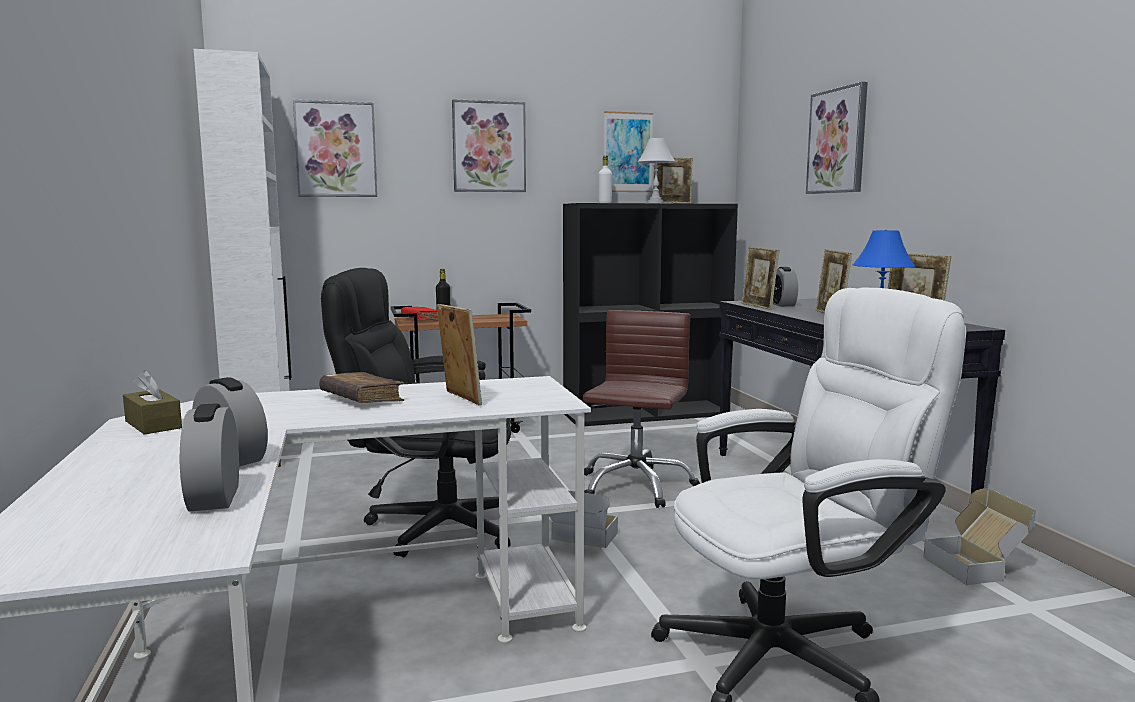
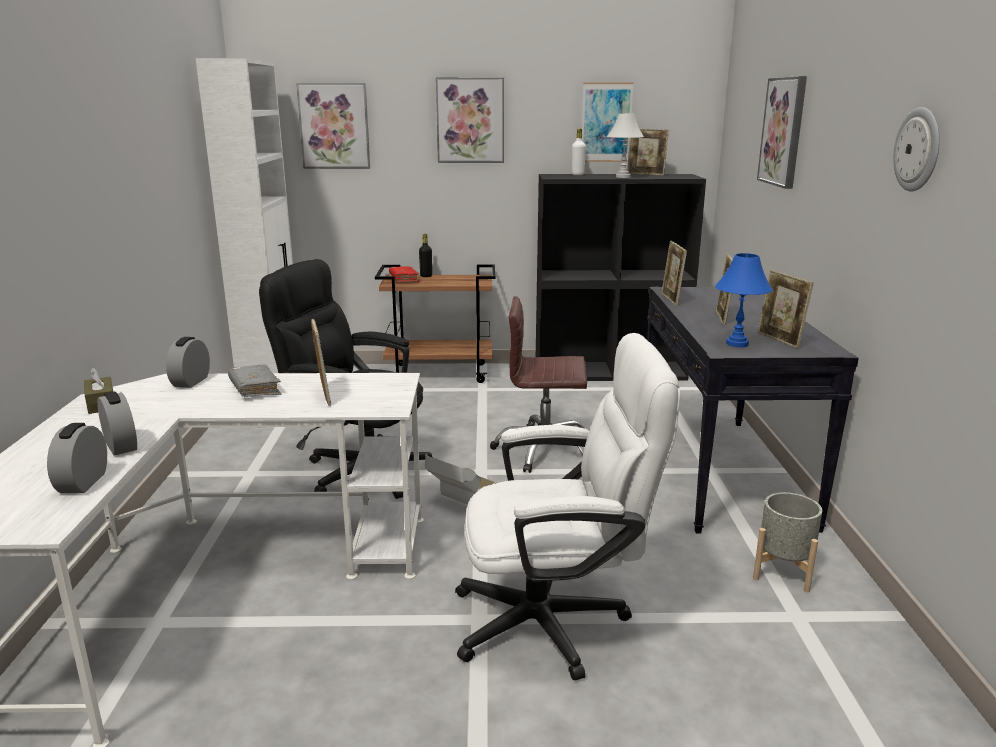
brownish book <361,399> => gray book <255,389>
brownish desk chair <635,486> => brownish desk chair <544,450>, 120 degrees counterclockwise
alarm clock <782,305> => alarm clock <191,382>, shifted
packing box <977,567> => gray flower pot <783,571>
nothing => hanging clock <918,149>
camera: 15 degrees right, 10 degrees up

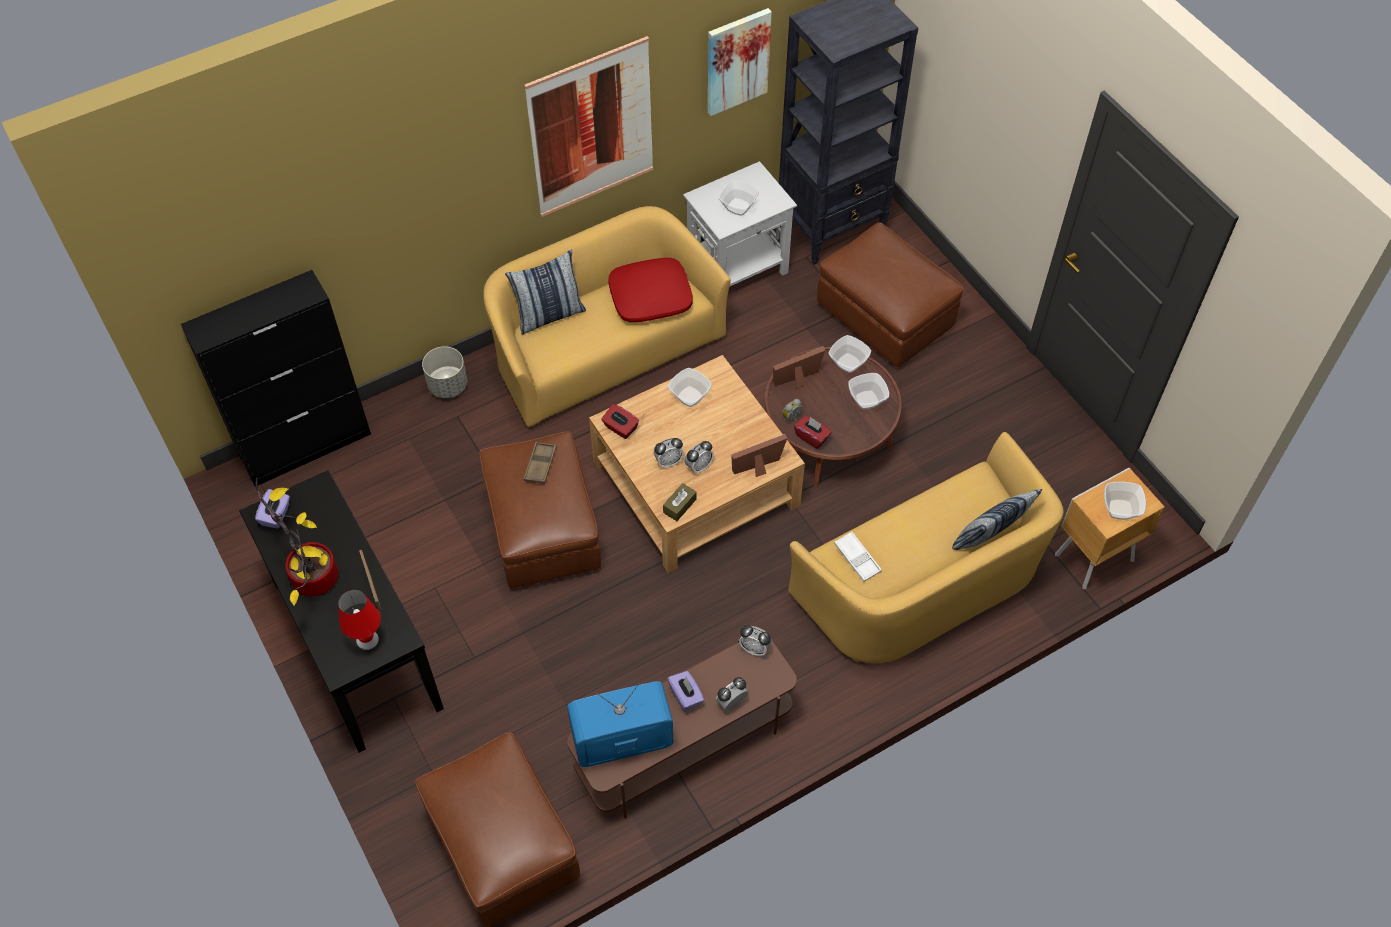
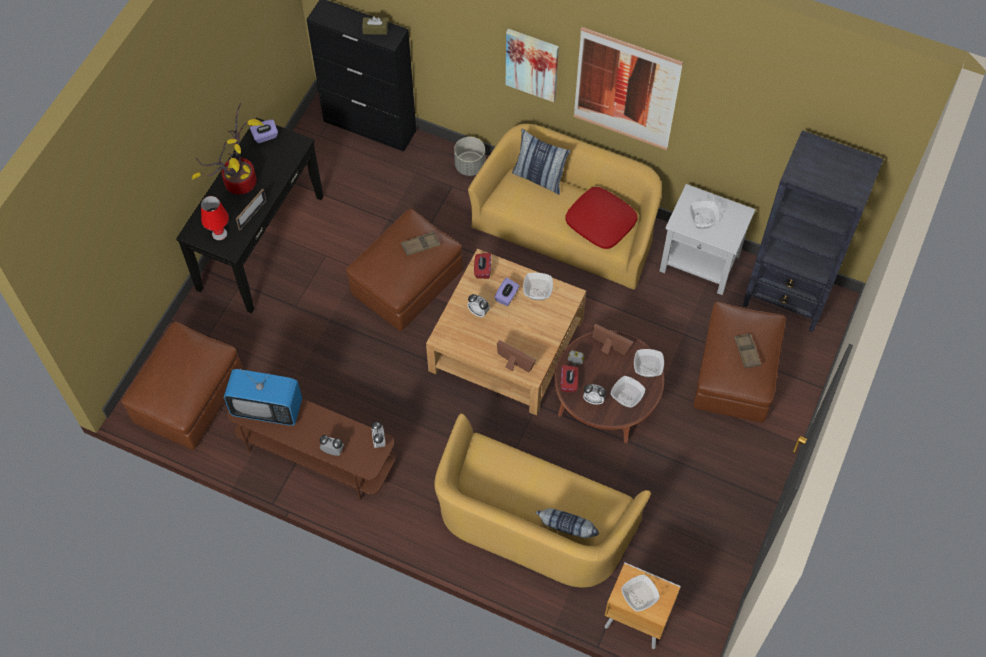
television <622,740> => television <267,408>, 150 degrees clockwise
brownish box of tissues <679,506> => brownish box of tissues <375,29>, shifted
purple-coloured box of tissues <686,696> => purple-coloured box of tissues <507,296>, shifted
alarm clock <699,466> => alarm clock <593,399>, shifted
wall picture <737,61> => wall picture <532,64>, shifted
white-coloured carrying tray <857,559> => nothing
nothing => brownish carrying tray <747,352>
camera: 55 degrees right, 5 degrees up

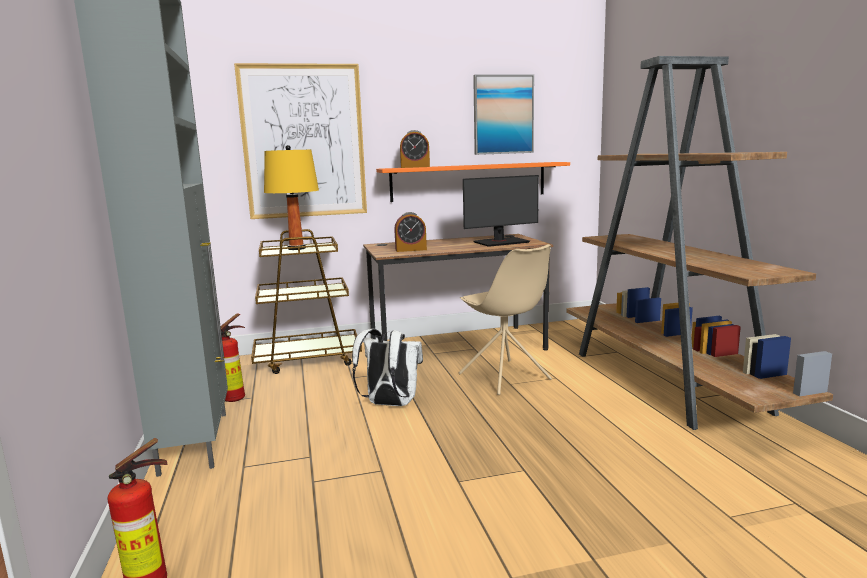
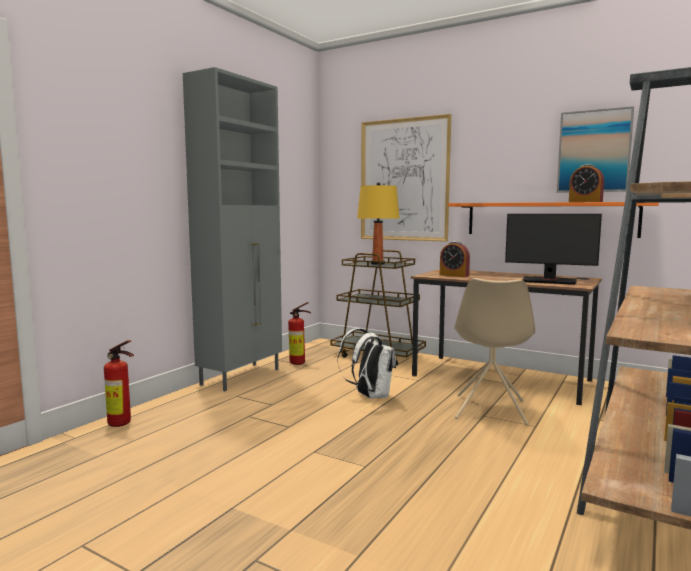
alarm clock <415,167> => alarm clock <585,202>, shifted
camera: 45 degrees right, 5 degrees down

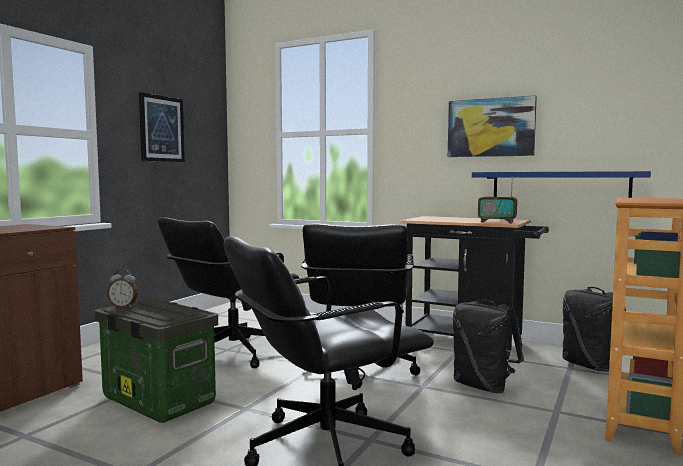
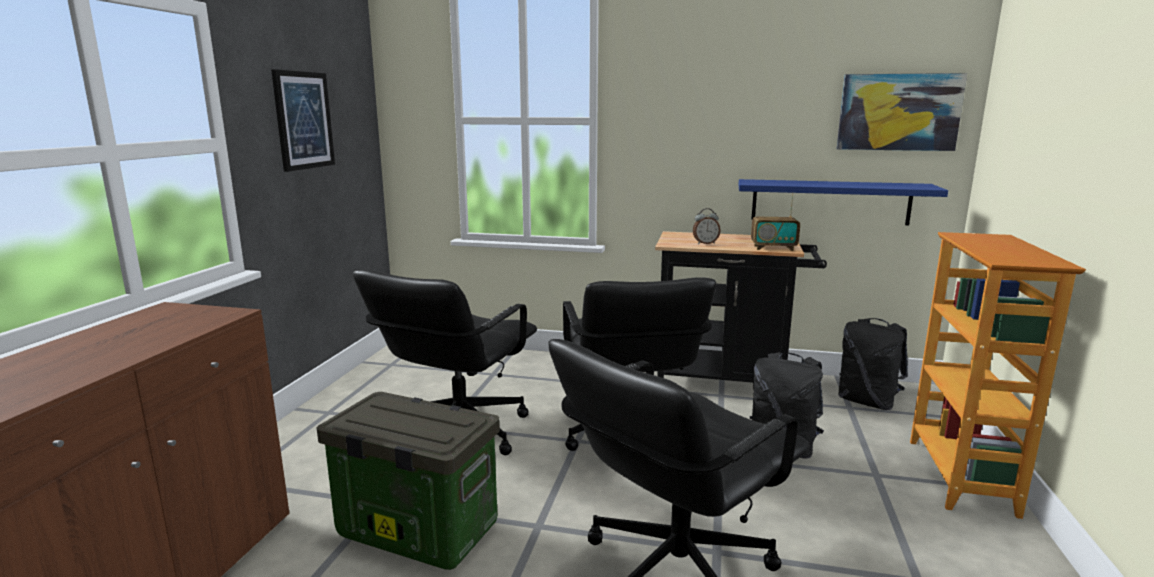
alarm clock <123,306> => alarm clock <705,243>, shifted
wall picture <490,127> => wall picture <898,112>, shifted
camera: 15 degrees left, 10 degrees up

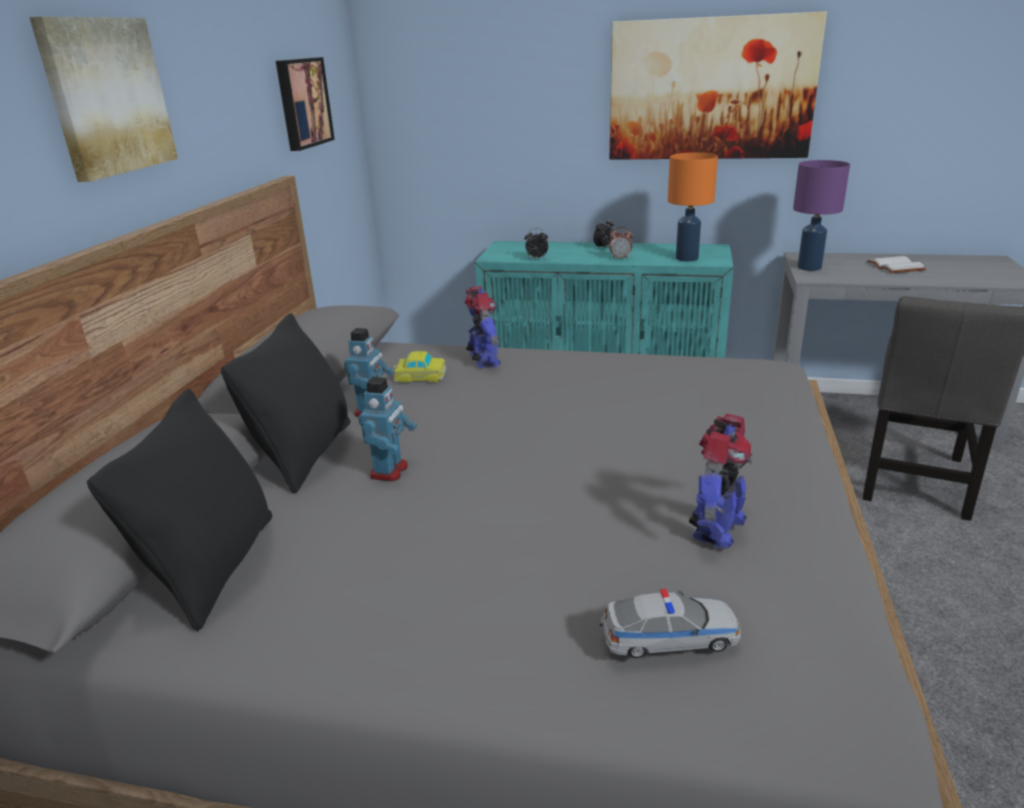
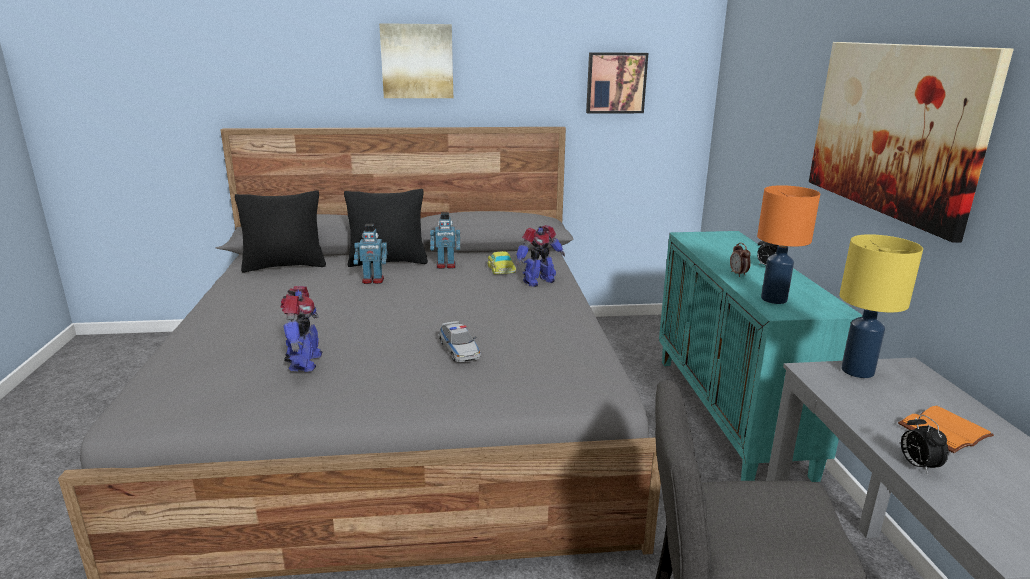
alarm clock <536,259> => alarm clock <917,465>, shifted
miniature car <669,637> => miniature car <459,350>, shifted
toy robot <716,529> => toy robot <304,362>, 105 degrees counterclockwise
purple-coloured lamp for a table <810,268> => yellow lamp for a table <857,371>
white-coloured book <893,267> => orange book <943,430>
camera: 70 degrees right, 5 degrees down

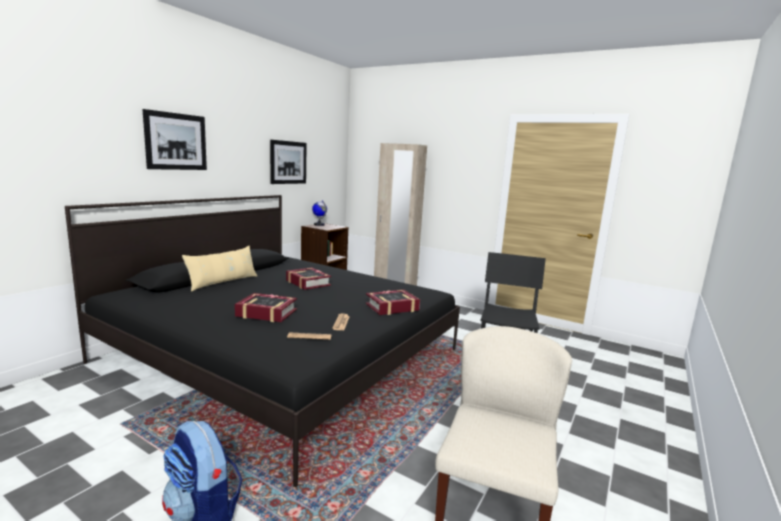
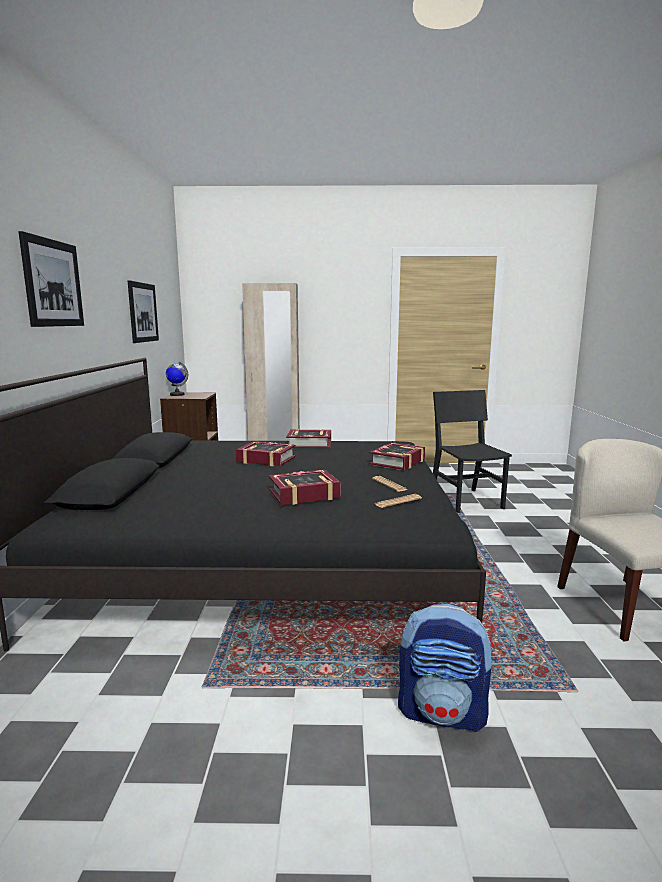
beige throw pillow <223,282> => nothing
nothing => book <309,444>
camera: 30 degrees left, 0 degrees up

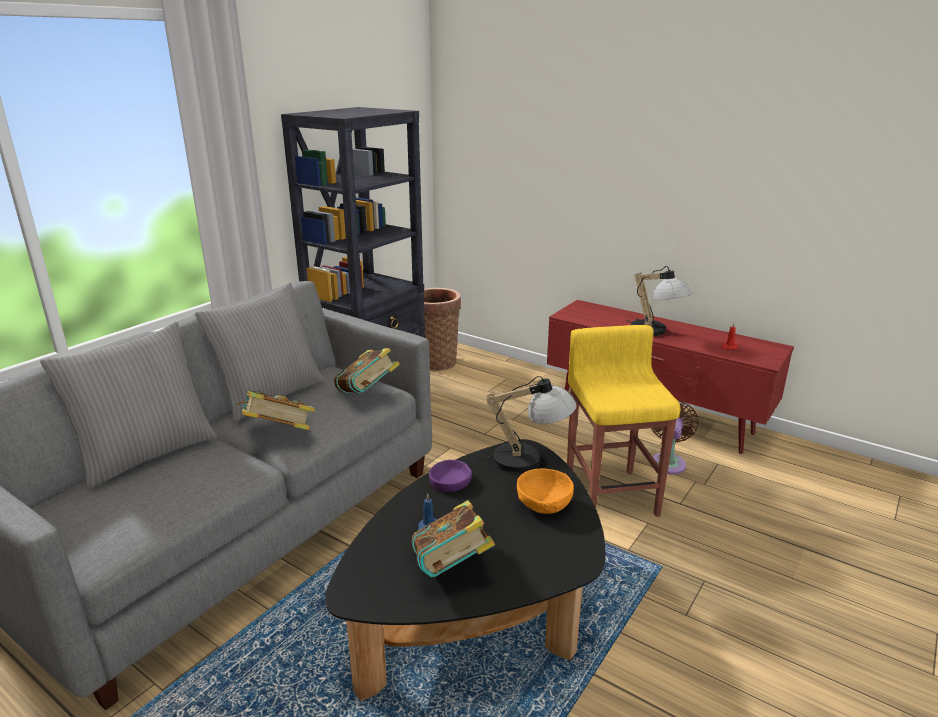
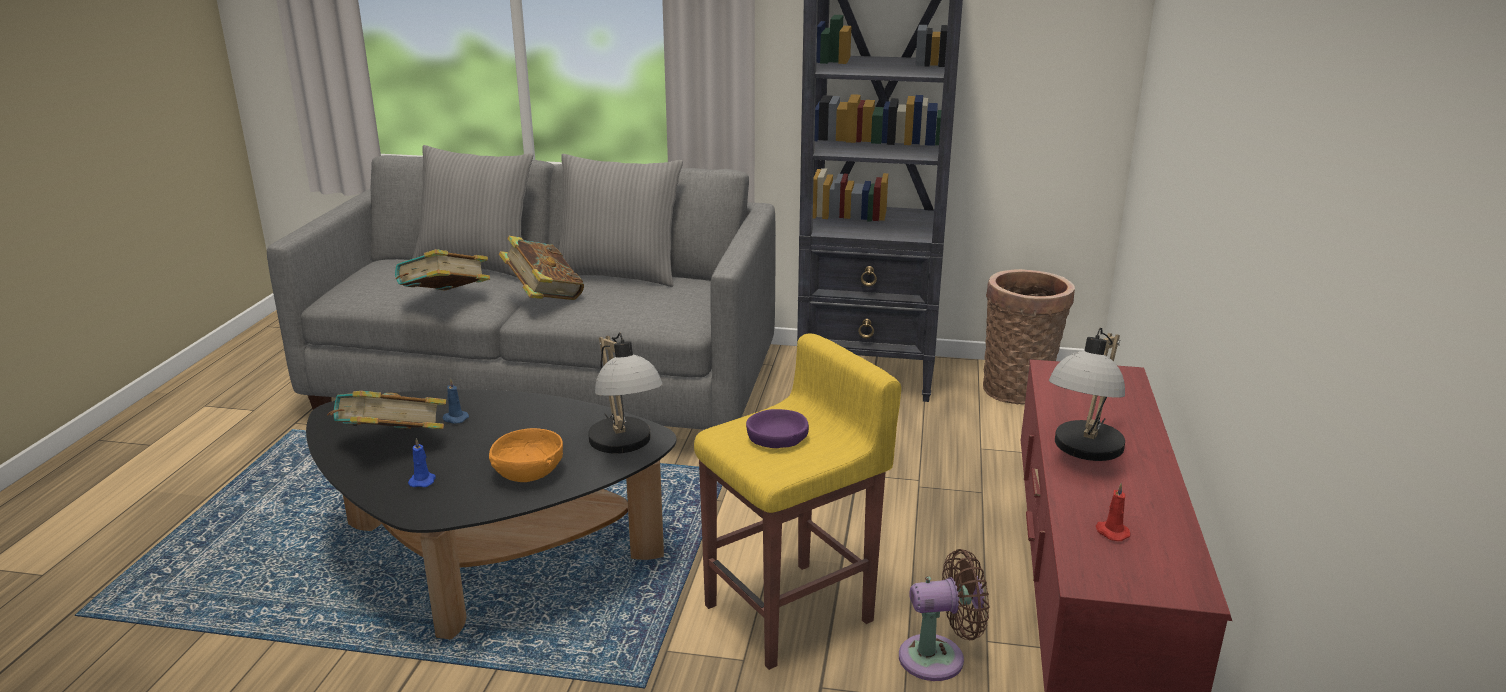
book <367,394> => book <445,300>, shifted
purple-coloured deep dish <450,481> => purple-coloured deep dish <777,437>, shifted
nothing => blue-coloured wax candle <423,481>
camera: 65 degrees right, 0 degrees up

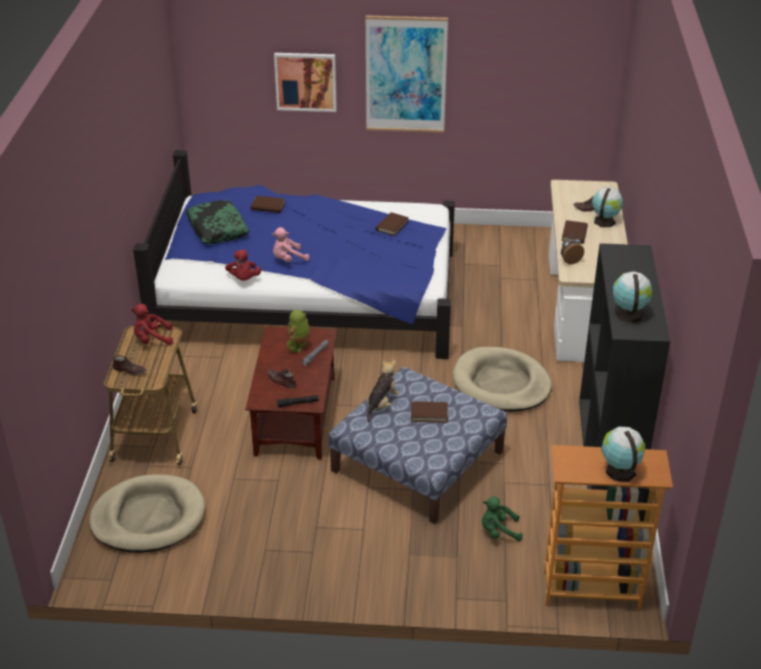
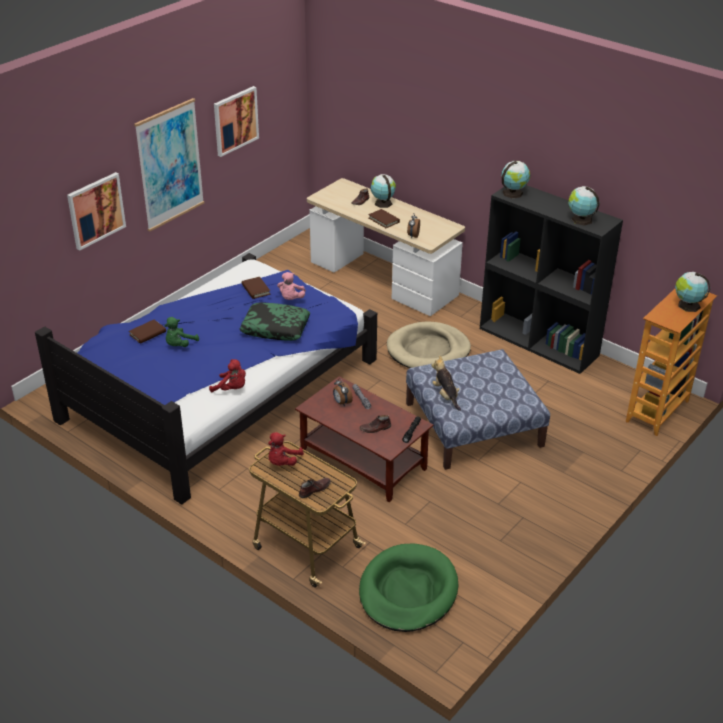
beige dog cushion <148,517> => green dog cushion <408,591>
throw pillow <217,229> => throw pillow <275,328>, shifted
pink soft toy <288,259> => pink soft toy <291,299>, shifted
toy robot <299,347> => alarm clock <342,402>
brownish book <429,413> => nothing
green soft toy <498,531> => green soft toy <179,345>, shifted
nothing => wall picture <235,120>
nothing => globe <513,193>
camera: 55 degrees left, 0 degrees up

